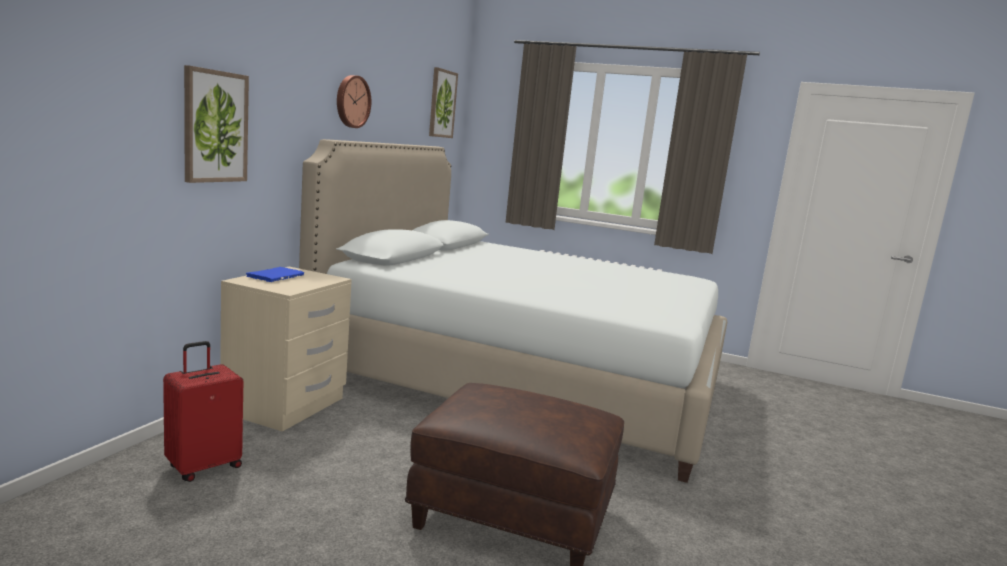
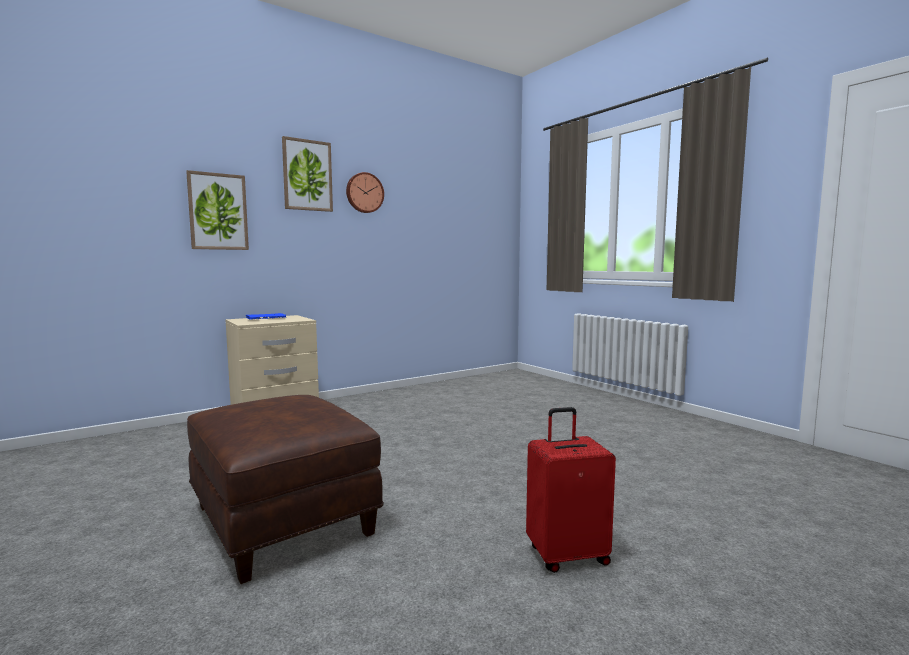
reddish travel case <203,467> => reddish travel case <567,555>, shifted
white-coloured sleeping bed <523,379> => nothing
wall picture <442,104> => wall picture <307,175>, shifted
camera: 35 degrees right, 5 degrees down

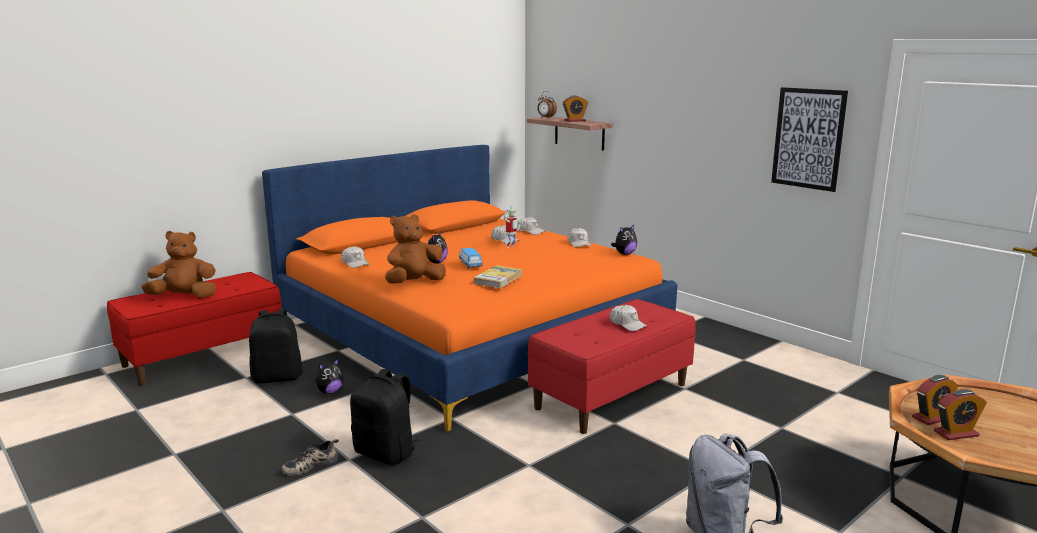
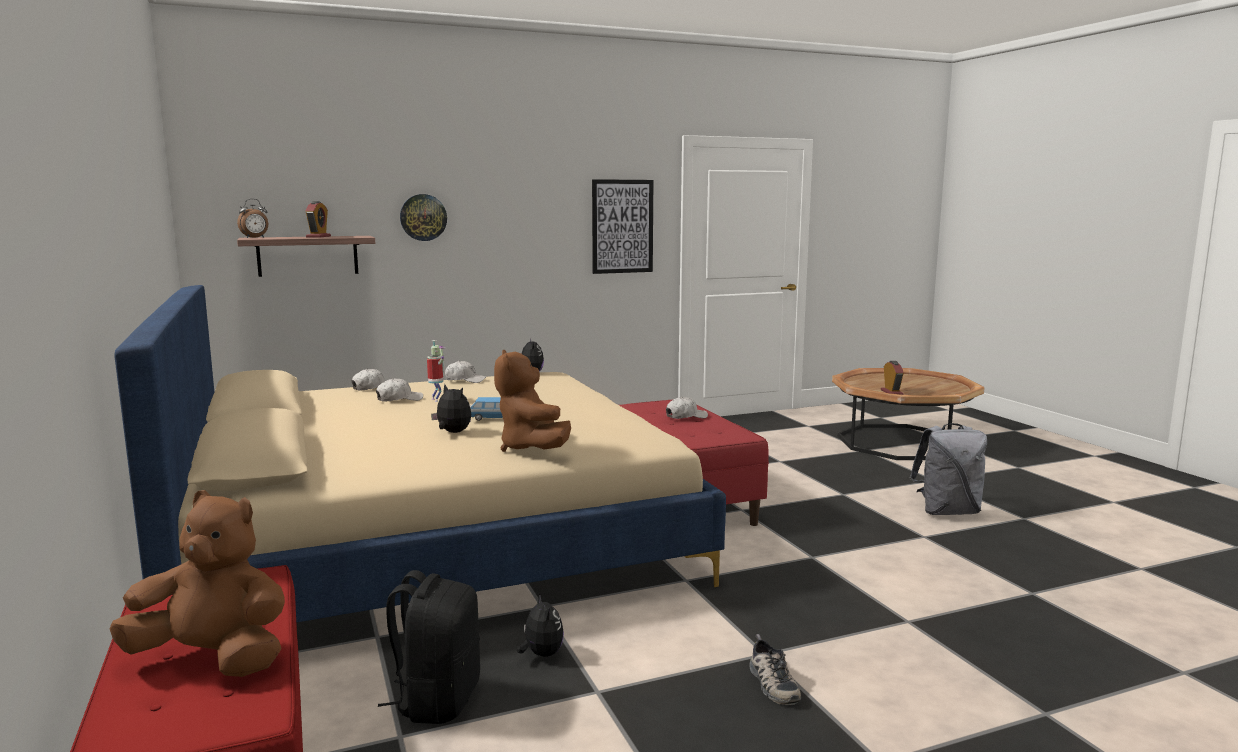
brownish soft toy <184,297> => brownish soft toy <213,659>, 90 degrees clockwise
orange sleeping bed <470,332> => beige sleeping bed <430,537>
white-coloured baseball cap <355,263> => nothing
blackish rucksack <386,453> => nothing
book <498,279> => nothing
alarm clock <956,433> => nothing
nothing => hanging clock <423,217>
camera: 70 degrees left, 5 degrees down

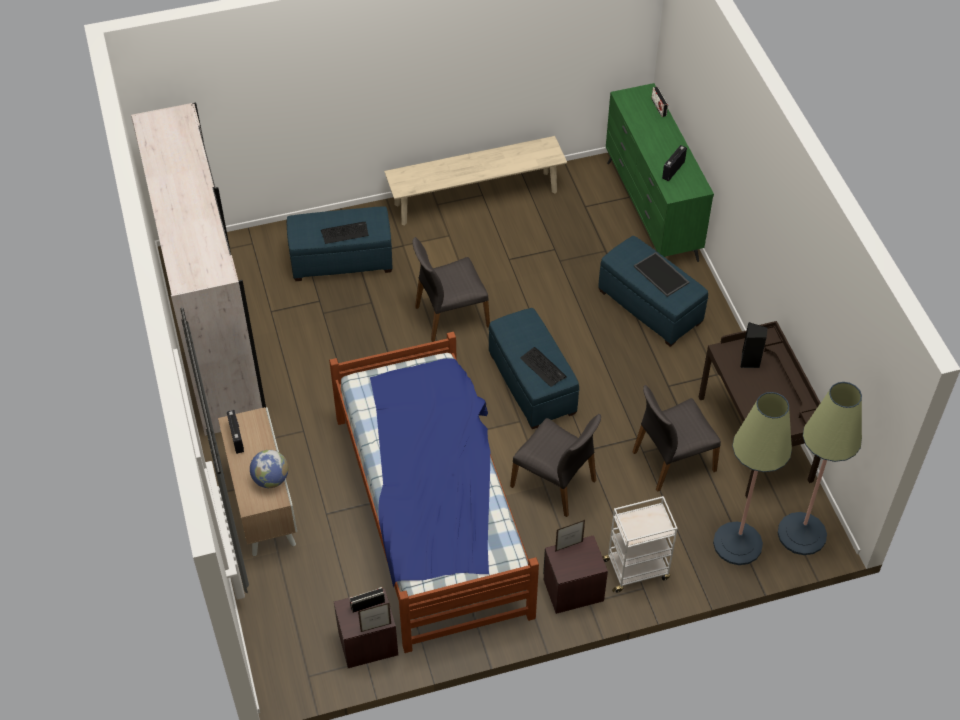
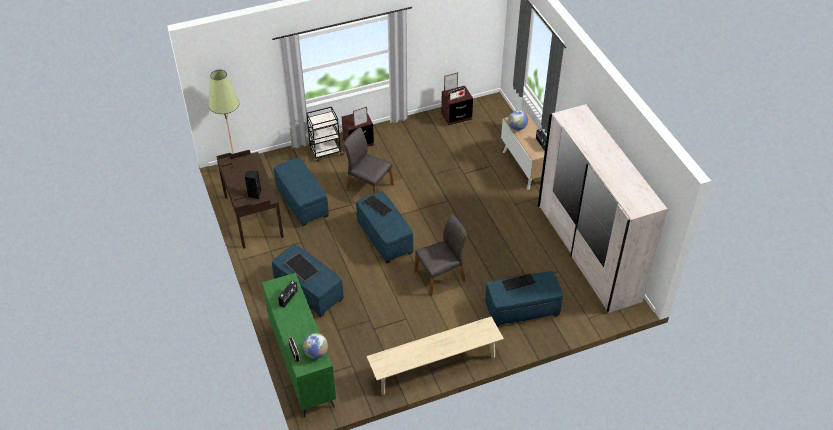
sleeping bed <433,513> => nothing
white-coloured cart <636,569> => blackish cart <325,152>
gray chair <672,460> => blue-coloured footrest <302,202>
floor lamp <737,544> => nothing
nothing => globe <316,353>
camera: 175 degrees right, 5 degrees down

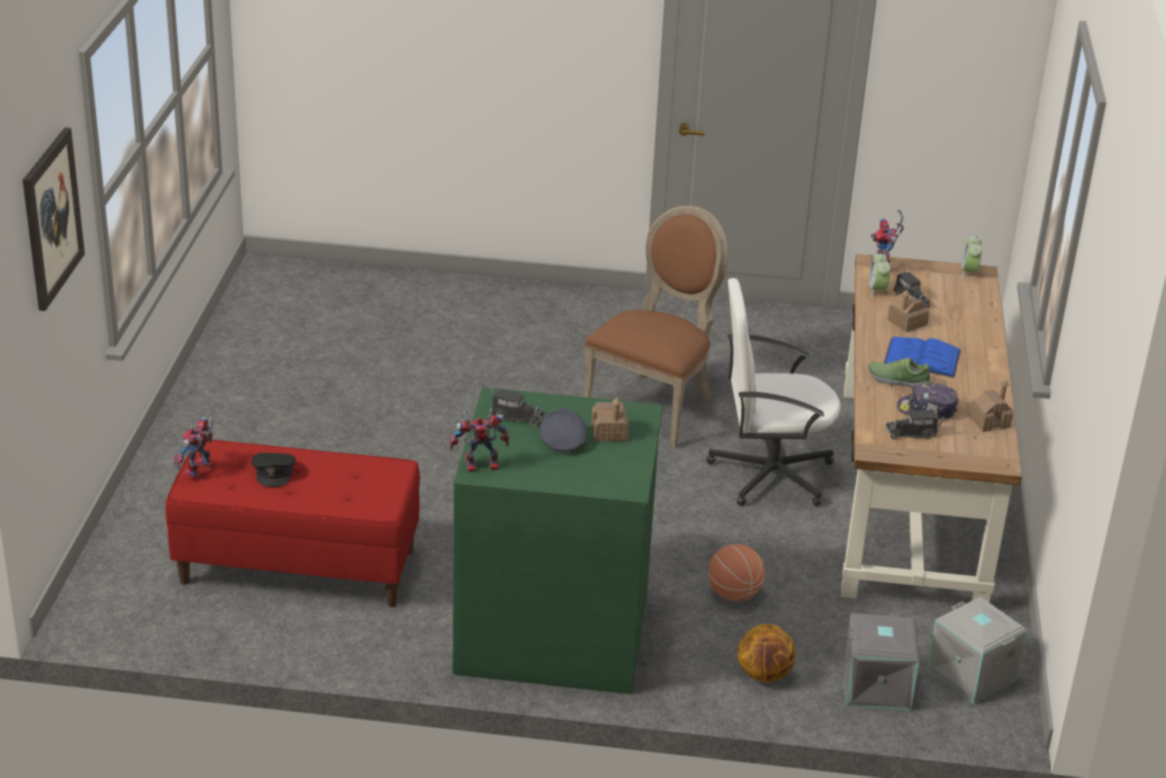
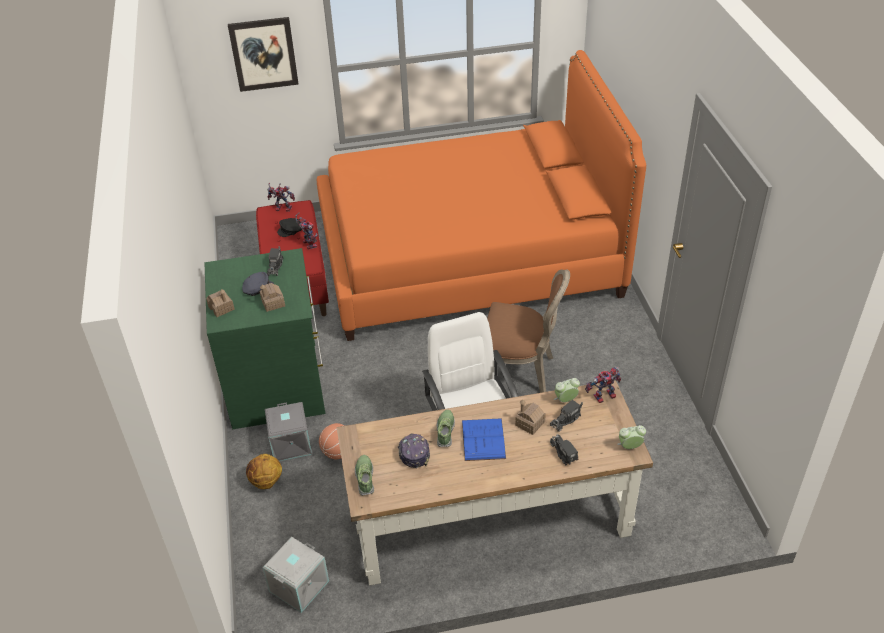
toy robot <479,467> => toy robot <308,243>, shifted
gray storage box <877,685> => gray storage box <291,444>, shifted
model truck <913,433> => model truck <564,453>, shifted
toy house <989,421> => toy house <221,308>, shifted
nothing => orange sleeping bed <468,256>
nothing => low shoe <365,478>
camera: 75 degrees right, 10 degrees up

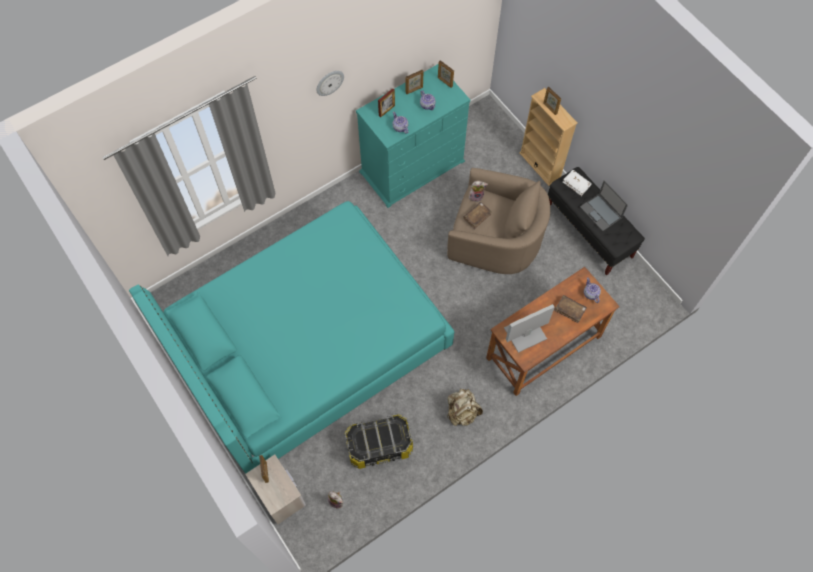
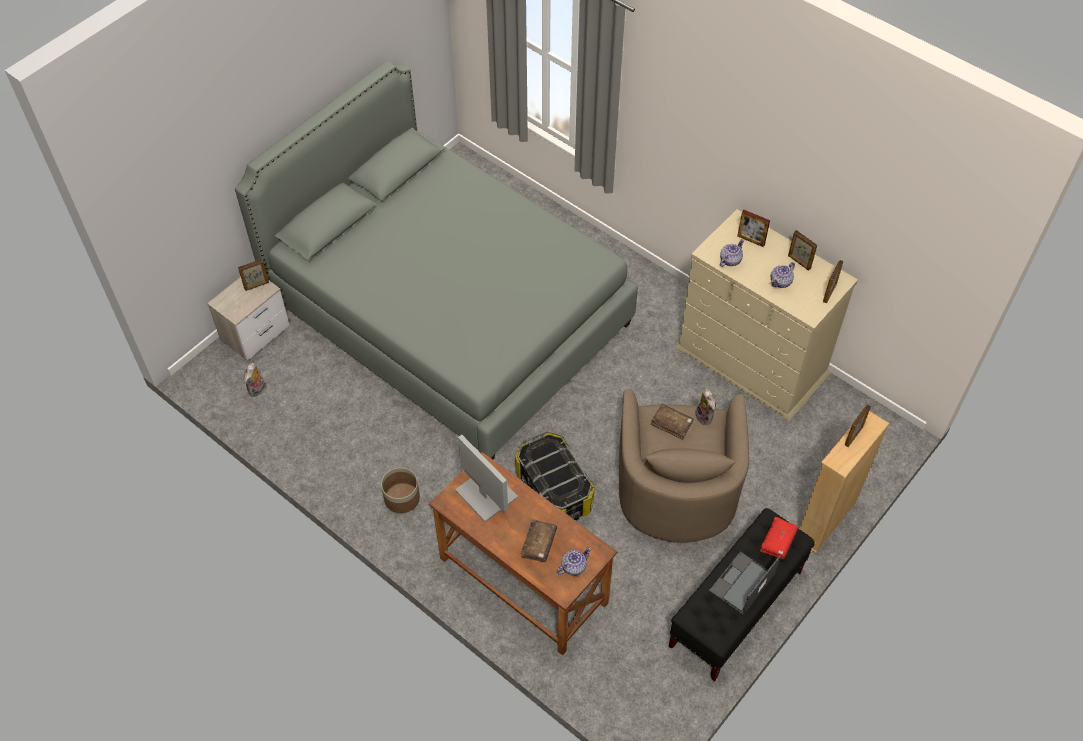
blue-green sleeping bed <308,346> => gray sleeping bed <449,313>
hanging clock <329,82> => nothing
storage box <379,446> => storage box <553,491>, shifted
blue-green drawer chest <412,166> => beige drawer chest <752,362>
beige rucksack <462,412> => flower pot <401,498>
white-coloured book <576,184> => reddish book <778,541>
camera: 75 degrees right, 10 degrees down

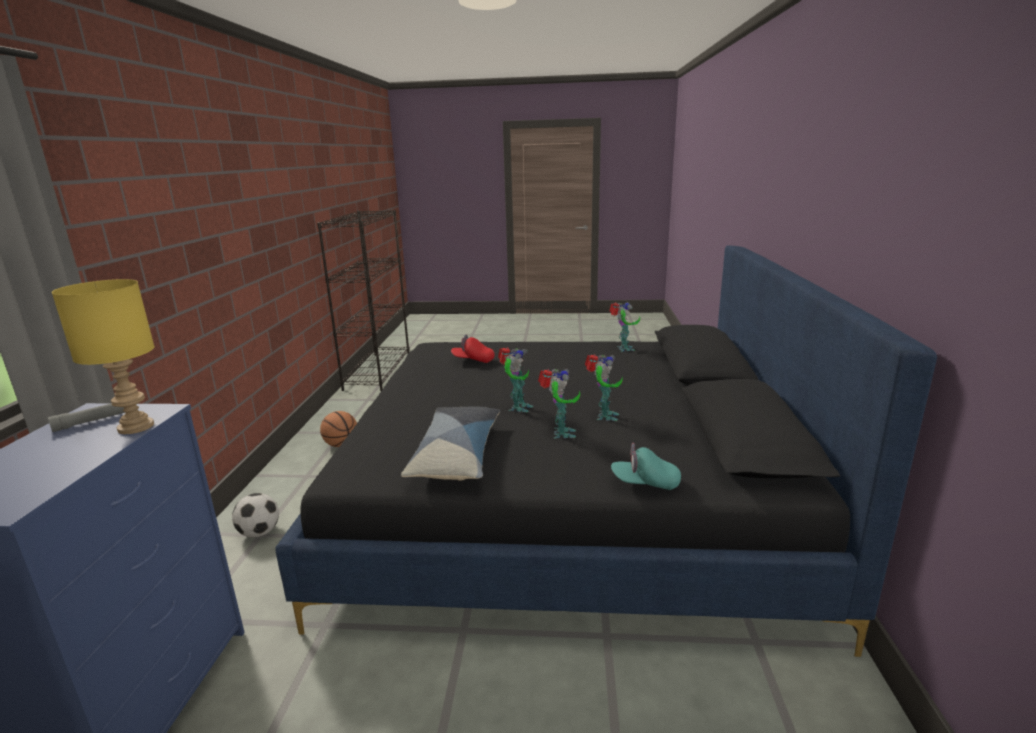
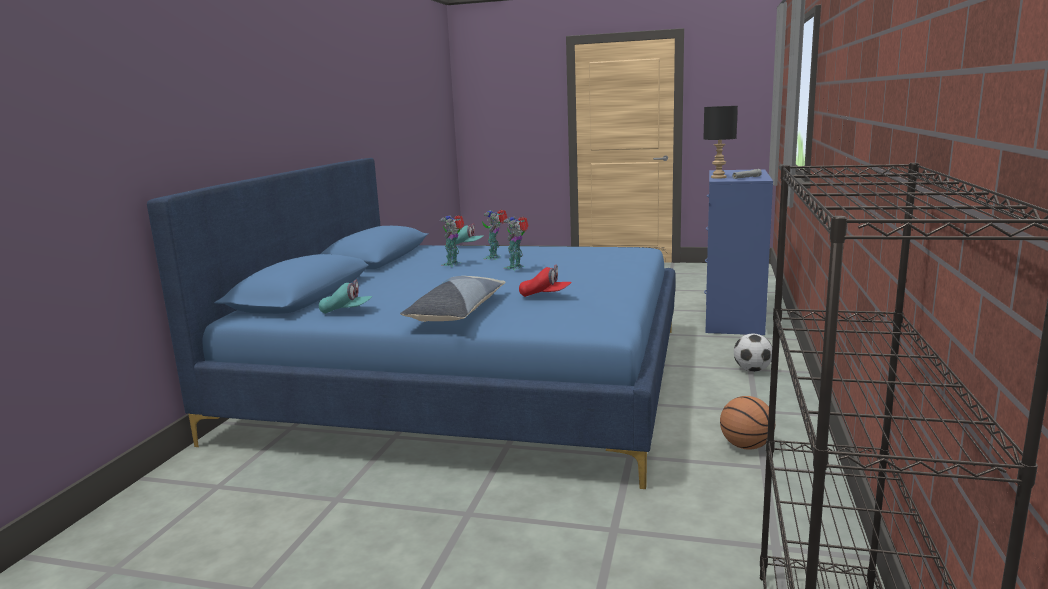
yellow lamp for a table <134,427> => blackish lamp for a table <719,177>
blackish sleeping bed <568,497> => blue-coloured sleeping bed <471,379>
throw pillow <457,454> => throw pillow <456,312>, shifted
toy robot <623,349> => blue-green baseball cap <346,311>
camera: 170 degrees left, 5 degrees down

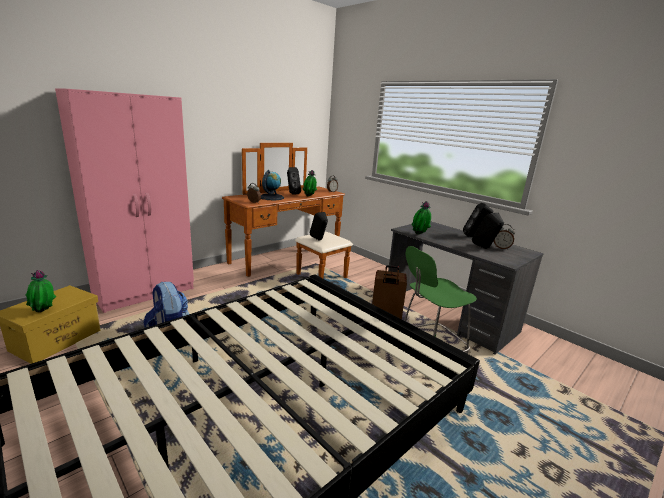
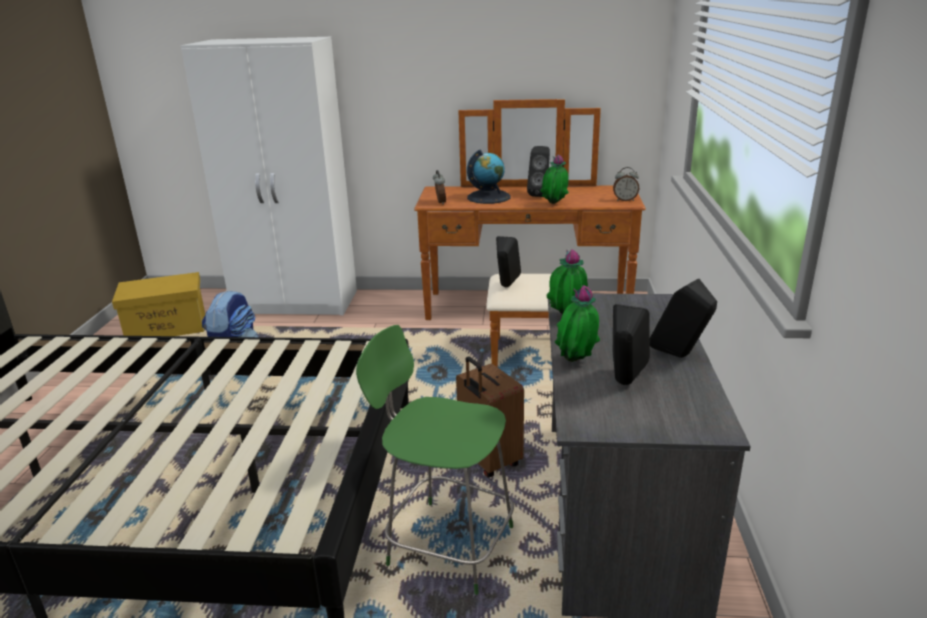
potted plant <44,312> => potted plant <576,362>, shifted
pink armoire <145,291> => white-coloured armoire <297,303>
alarm clock <501,248> => nothing
camera: 50 degrees right, 5 degrees up

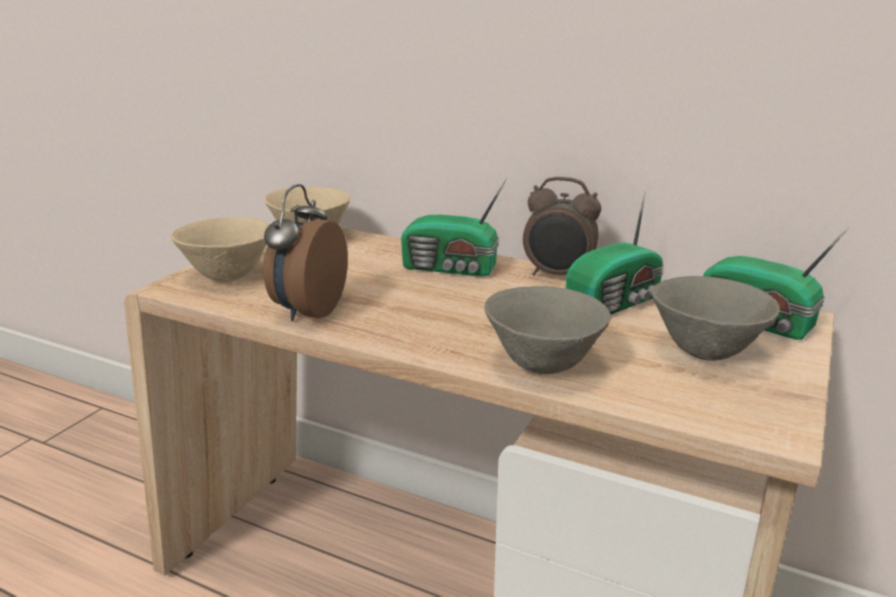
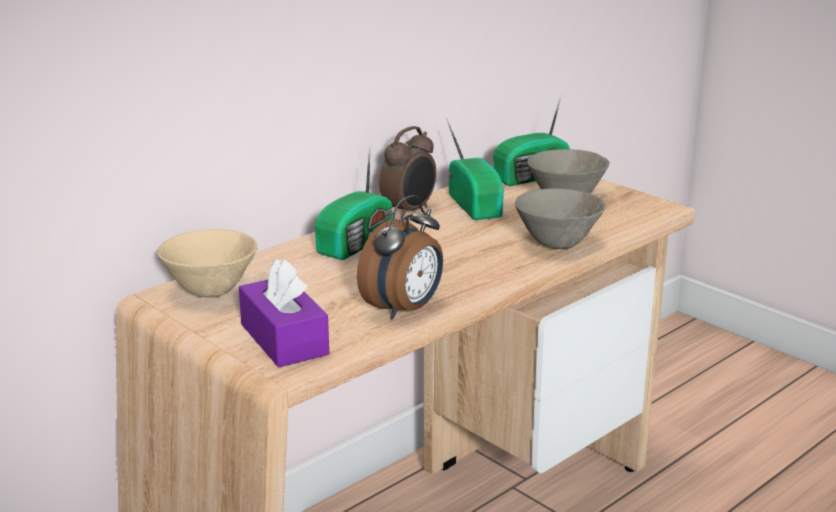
beige deep dish <228,276> => purple-coloured box of tissues <284,339>
alarm clock <307,311> => alarm clock <404,310>, 90 degrees counterclockwise
camera: 70 degrees left, 0 degrees up

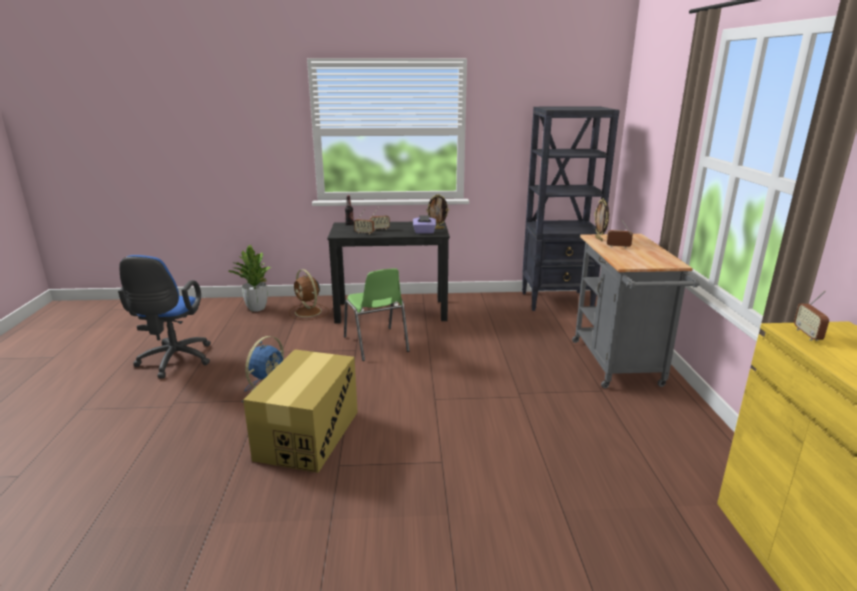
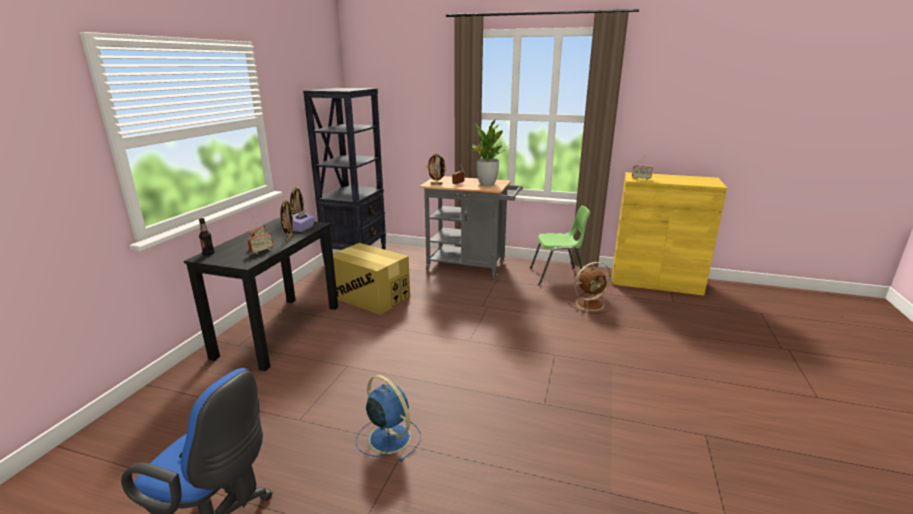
potted plant <256,308> => potted plant <487,183>, shifted
packing box <308,435> => packing box <370,297>, shifted
brownish electric fan <309,312> => brownish electric fan <591,304>, shifted
green chair <376,344> => green chair <558,276>, shifted
nothing => standing frame <289,239>
camera: 70 degrees left, 0 degrees up

